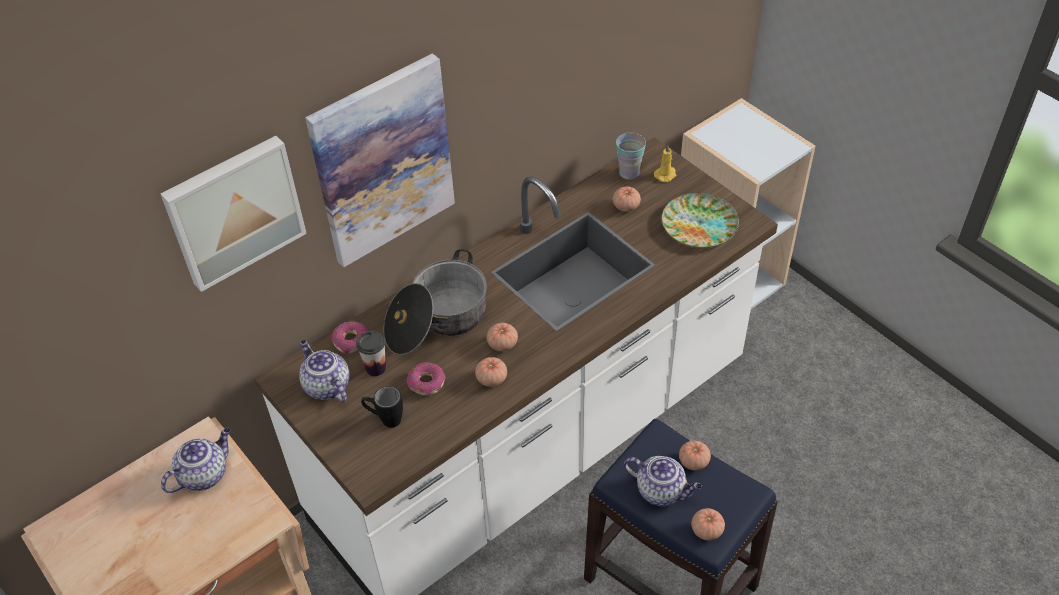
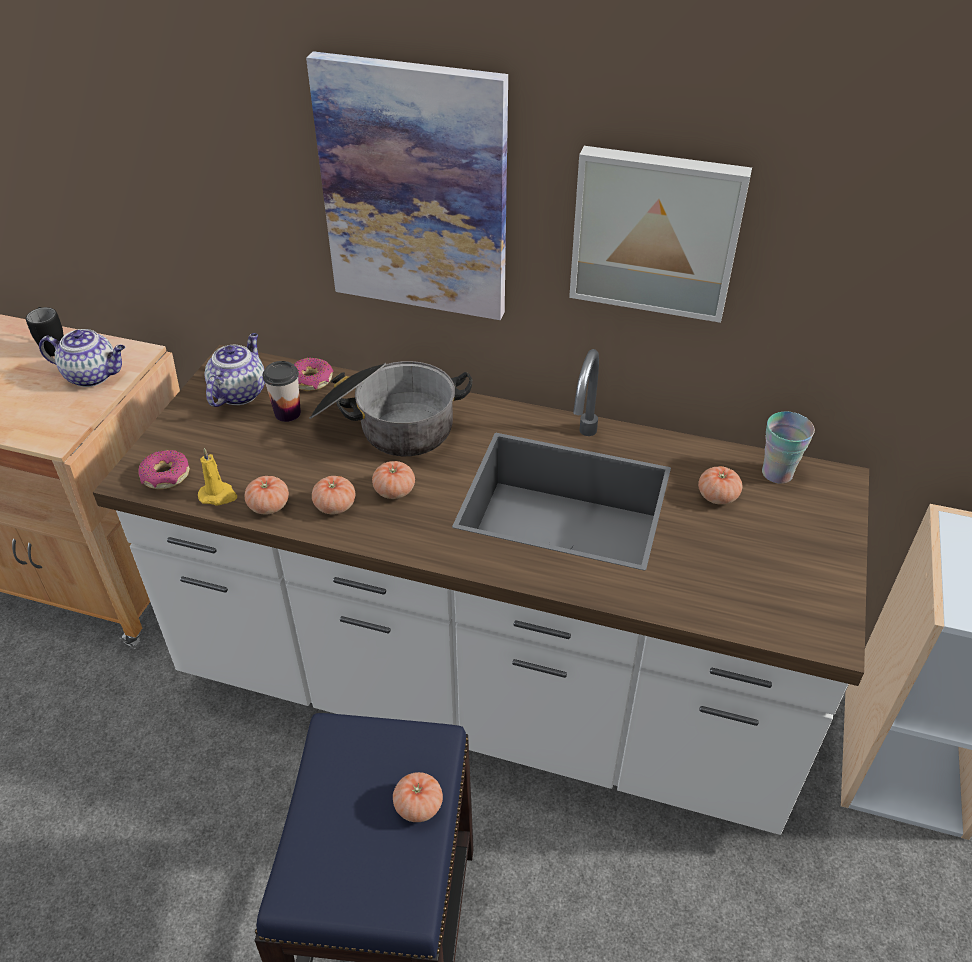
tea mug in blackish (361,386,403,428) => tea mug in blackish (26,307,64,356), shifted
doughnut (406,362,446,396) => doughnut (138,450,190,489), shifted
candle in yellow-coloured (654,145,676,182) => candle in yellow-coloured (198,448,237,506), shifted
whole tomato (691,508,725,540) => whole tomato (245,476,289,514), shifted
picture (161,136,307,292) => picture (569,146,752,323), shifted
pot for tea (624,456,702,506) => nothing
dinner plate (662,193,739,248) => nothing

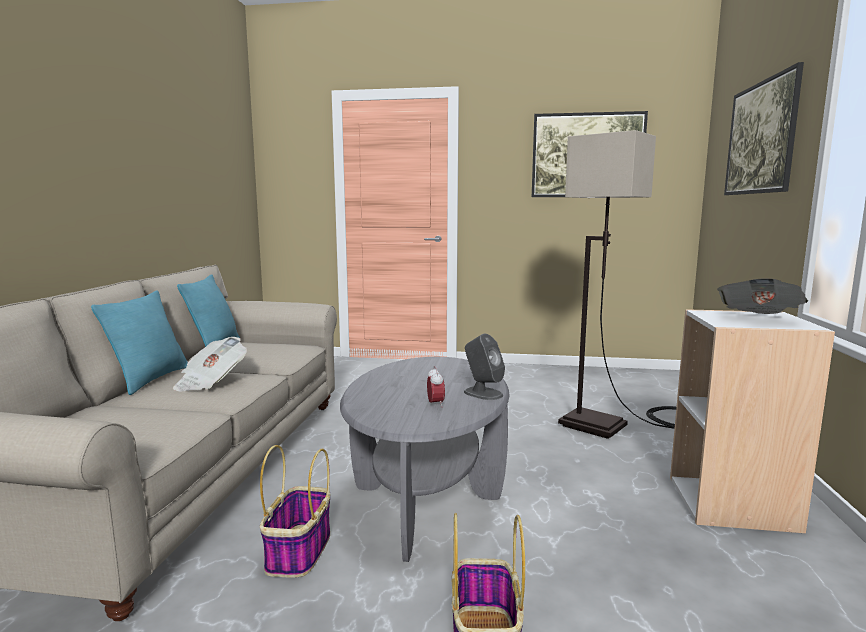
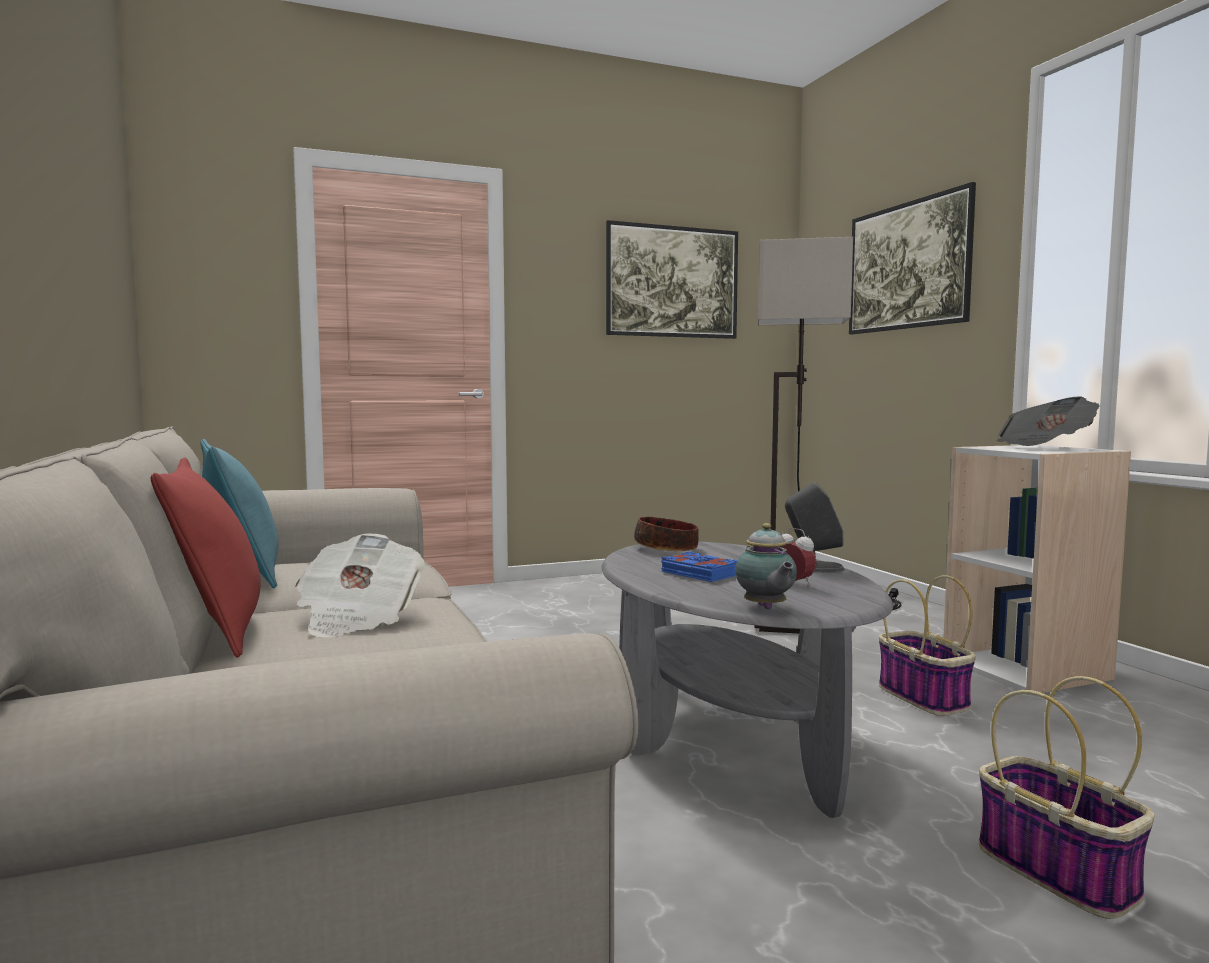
throw pillow in turquoise (91,290,188,395) => throw pillow in reddish (151,457,261,658)
nothing => deep dish (634,517,699,551)
nothing => book in blue (661,551,738,582)
nothing => pot for tea (735,523,797,609)
basket (260,445,330,578) => basket (879,575,976,716), shifted

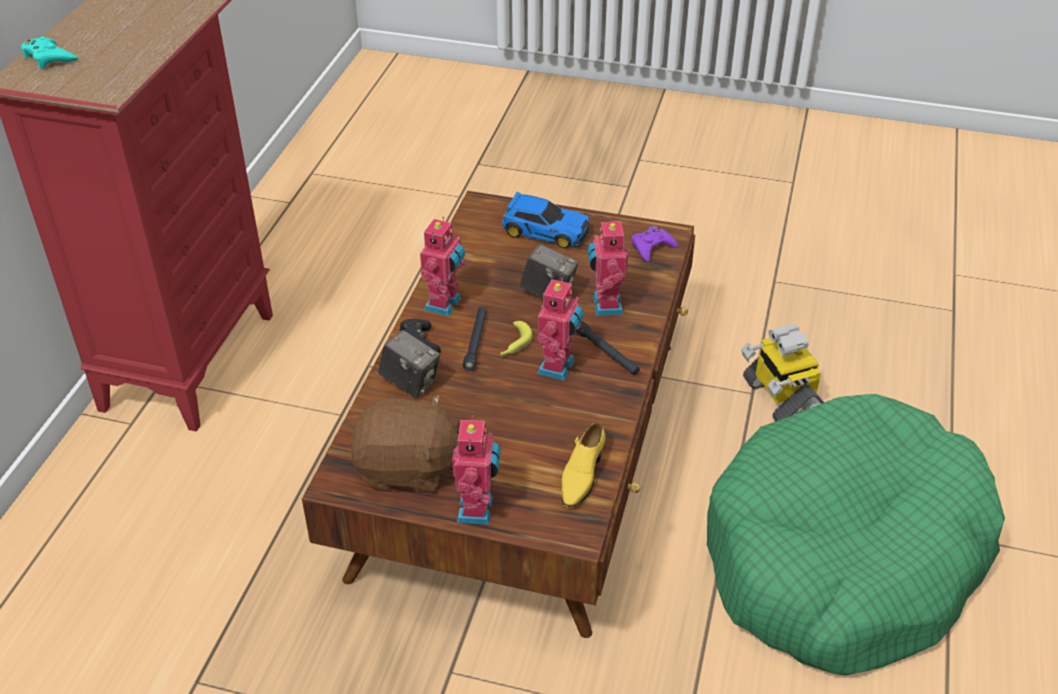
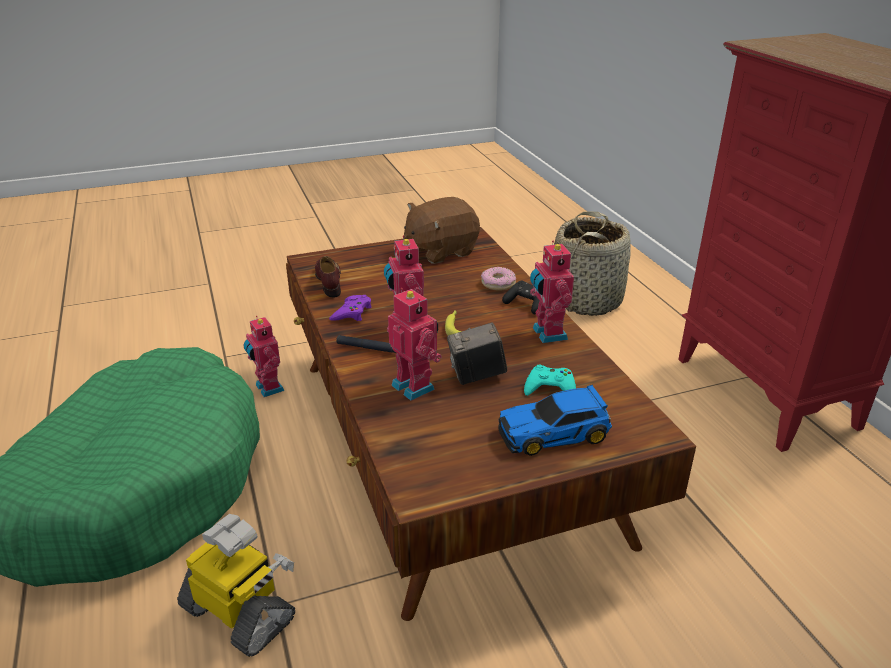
toy robot (452,416,500,525) => toy robot (244,316,285,397), shifted
item of footwear in yellow-coloured (562,422,605,507) => item of footwear in brown (315,256,341,298)
gamepad in purple (632,226,678,262) => gamepad in purple (329,295,372,321), shifted
still camera (378,330,440,398) => doughnut (481,267,516,291)
gamepad in turquoise (21,37,78,69) => gamepad in turquoise (524,364,576,396), shifted
nothing => basket (554,211,631,316)
flashlight in blackish (463,307,487,371) => nothing

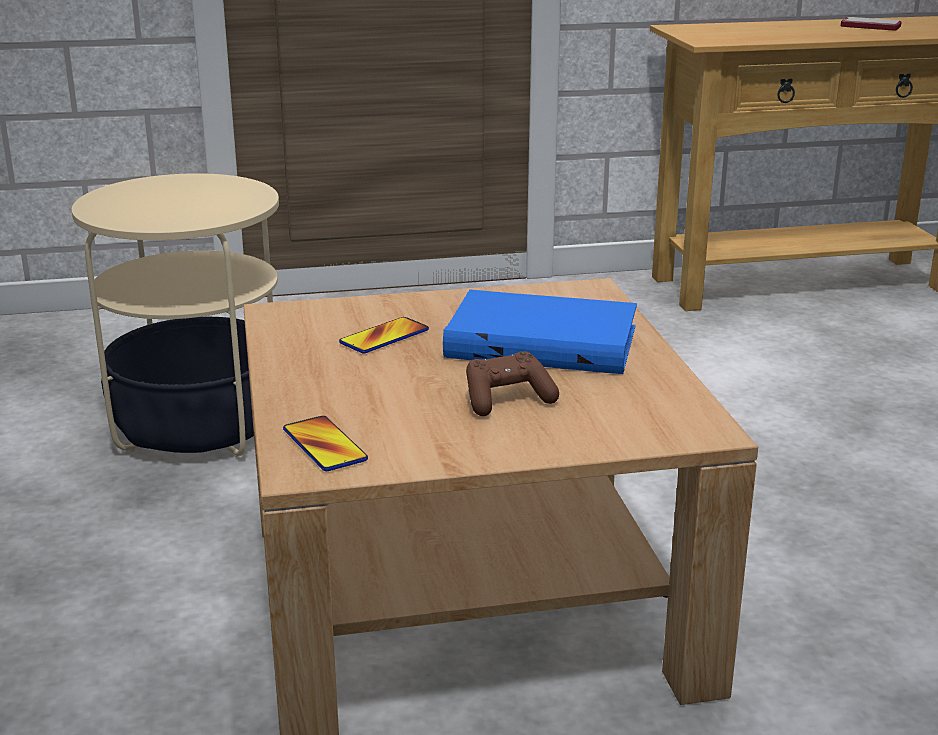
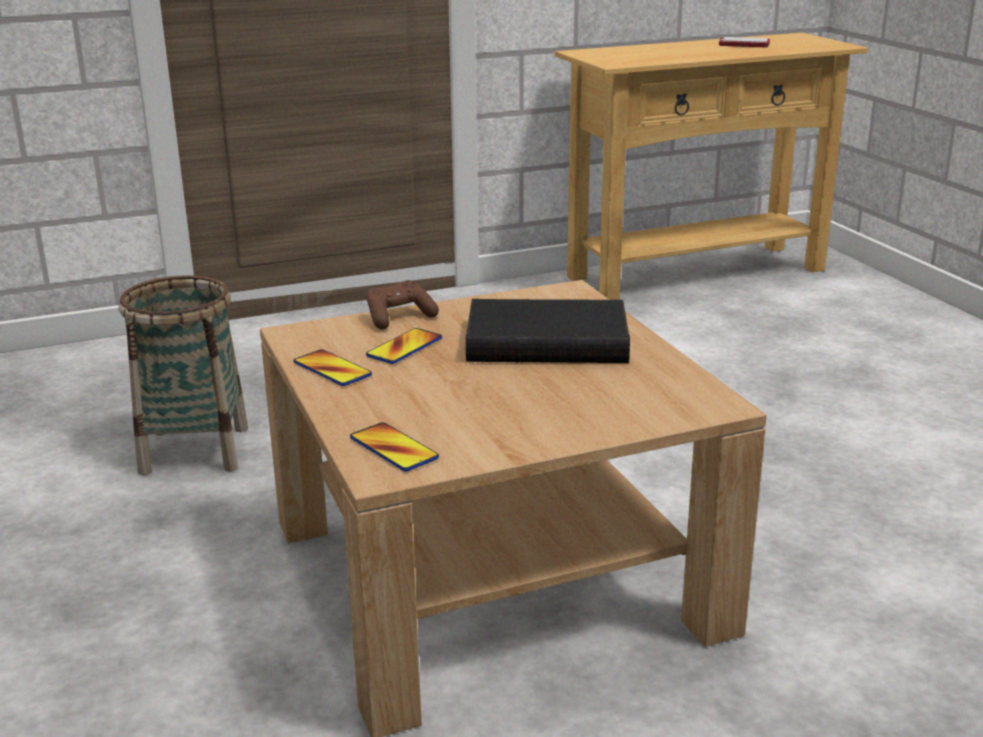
end table in beige-coloured (71,173,279,457) => basket (119,275,248,475)
nothing => phone (293,349,372,386)
gamepad in brown (466,351,559,416) => gamepad in brown (366,280,439,330), shifted
book in blue (443,290,637,374) => book in blackish (466,299,630,363)

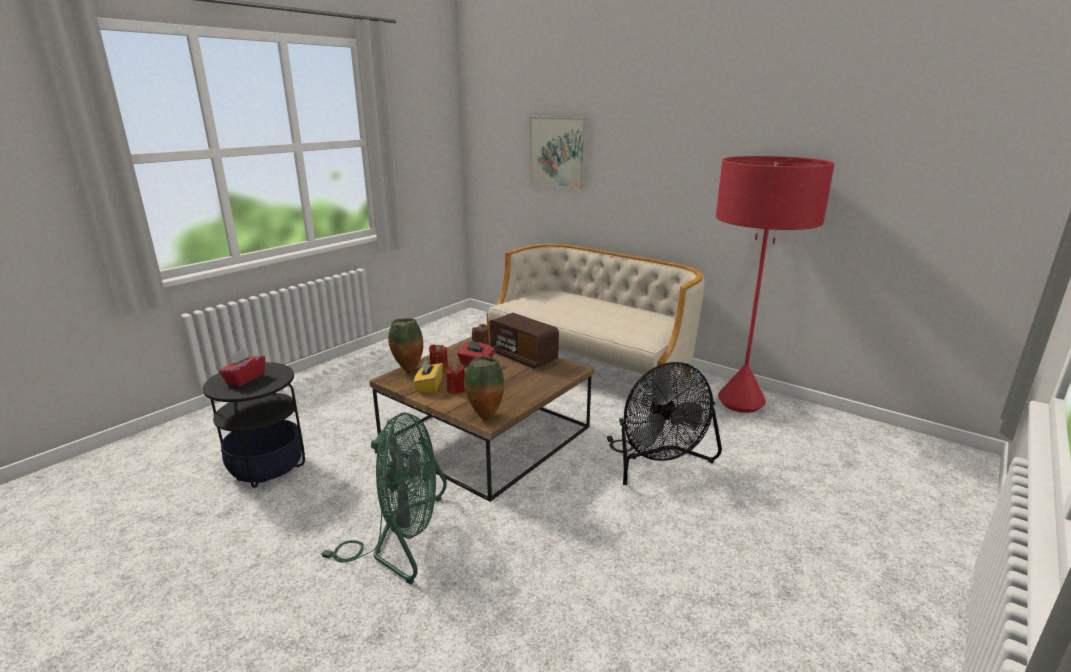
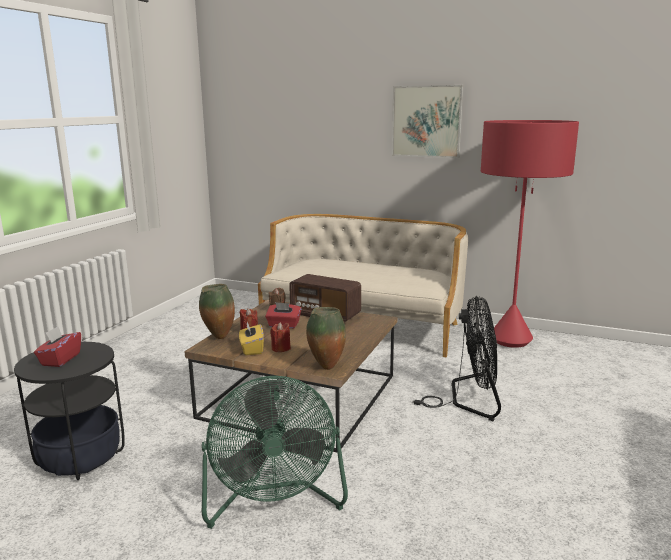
fan in green (322,412,447,585) => fan in green (202,376,348,529), 90 degrees clockwise
picture (530,116,587,190) => picture (392,85,463,158), shifted
fan in blackish (607,362,722,485) => fan in blackish (412,296,501,422), 45 degrees counterclockwise

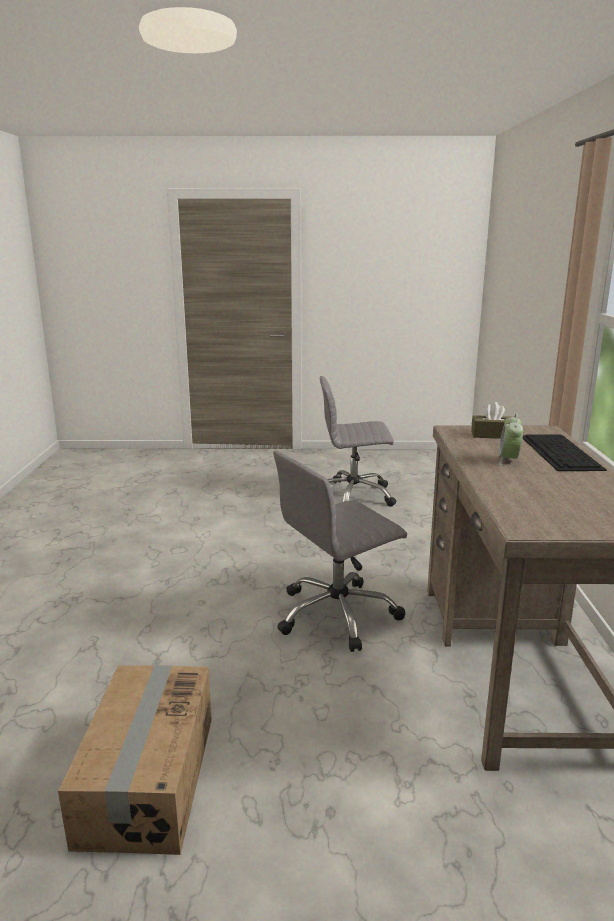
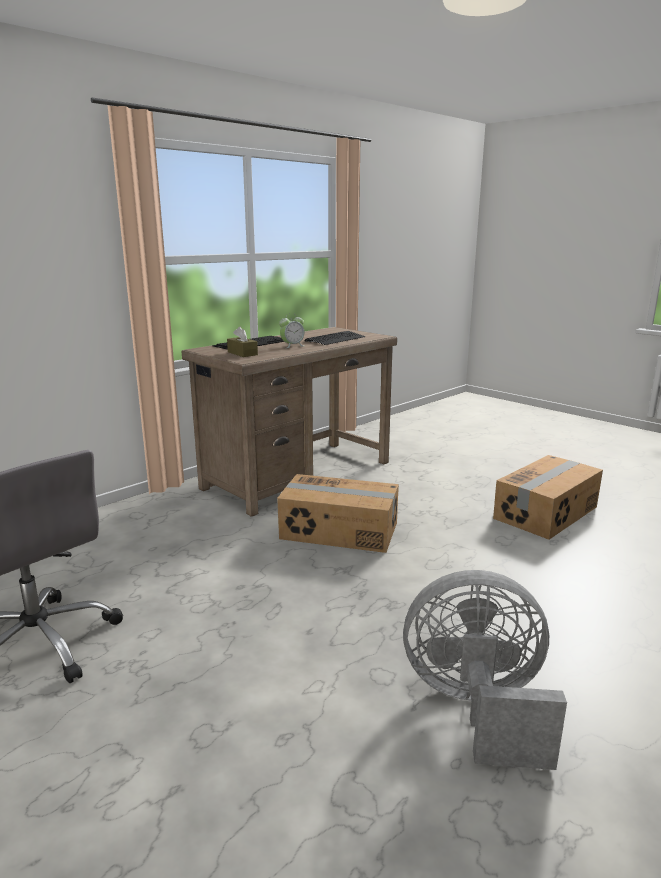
desk chair in grey (273,451,407,652) => cardboard box (277,474,399,553)
nothing => keyboard (304,331,365,345)
nothing => fan in grey (403,570,567,770)

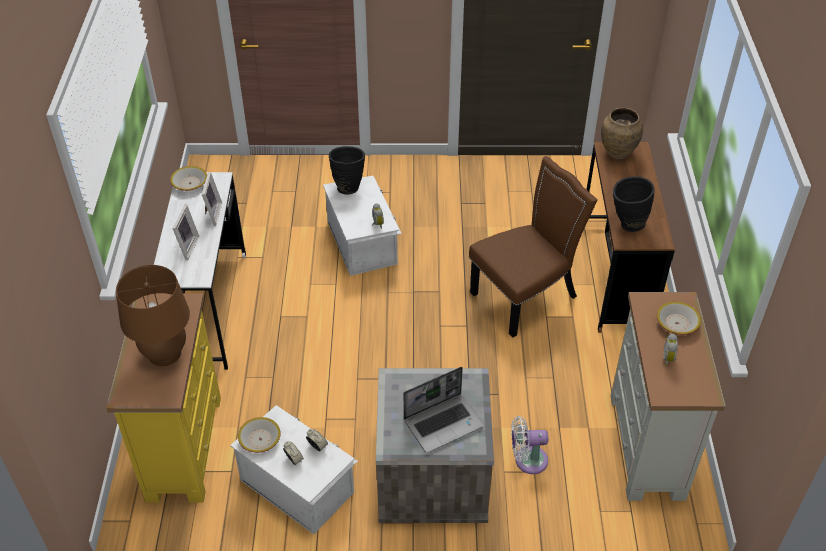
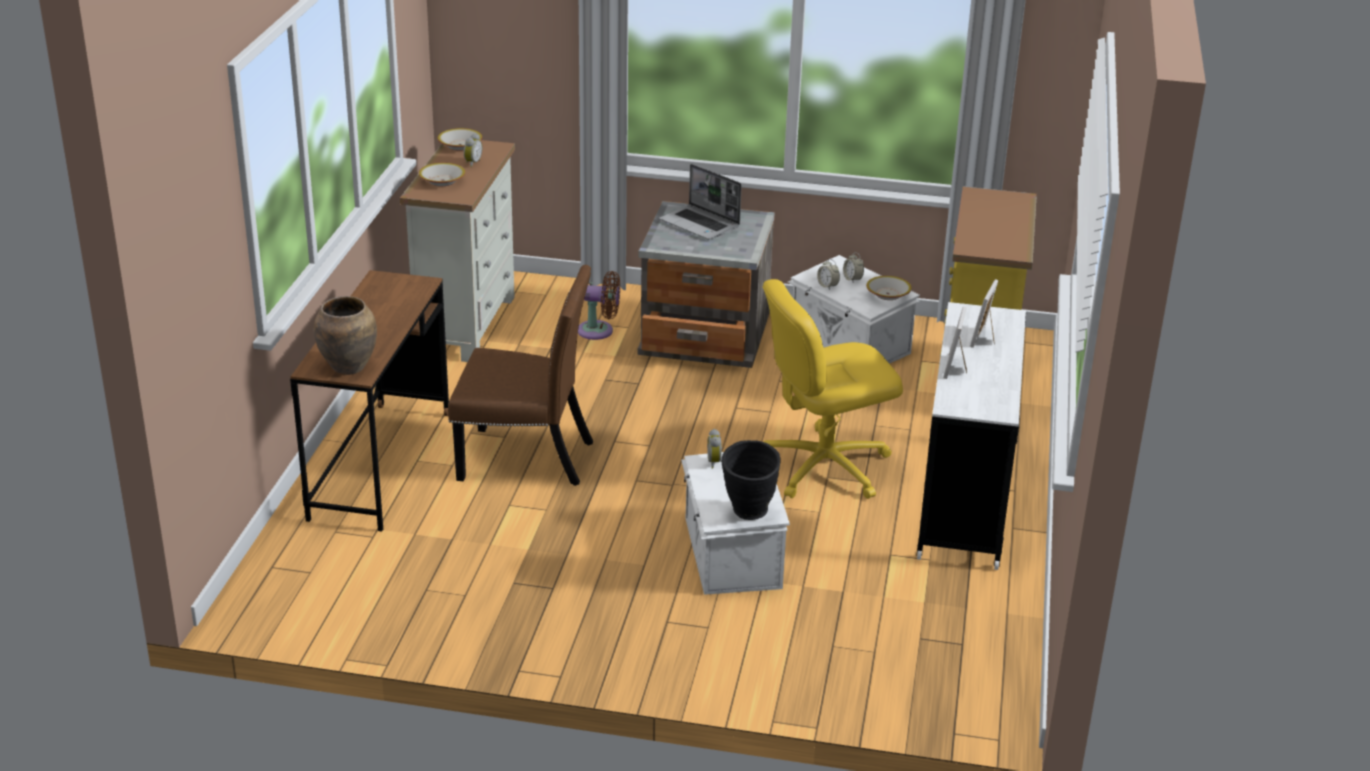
deep dish (170,166,207,191) => deep dish (438,128,482,151), shifted
chair in brown (469,156,598,338) => chair in brown (448,265,593,486), 150 degrees counterclockwise
fan in whitish (511,416,548,474) => fan in brown (578,271,620,340)
portable computer (403,367,484,453) => portable computer (659,164,742,240), 120 degrees counterclockwise
nothing => desk chair in yellow-coloured (762,279,903,499)
lamp for a table in brown (116,265,190,366) => nothing
decorative vase in blackish (613,176,655,232) => nothing

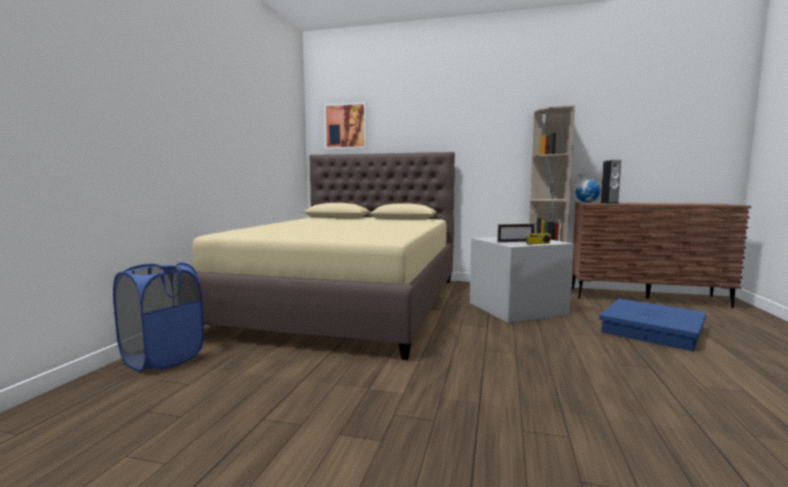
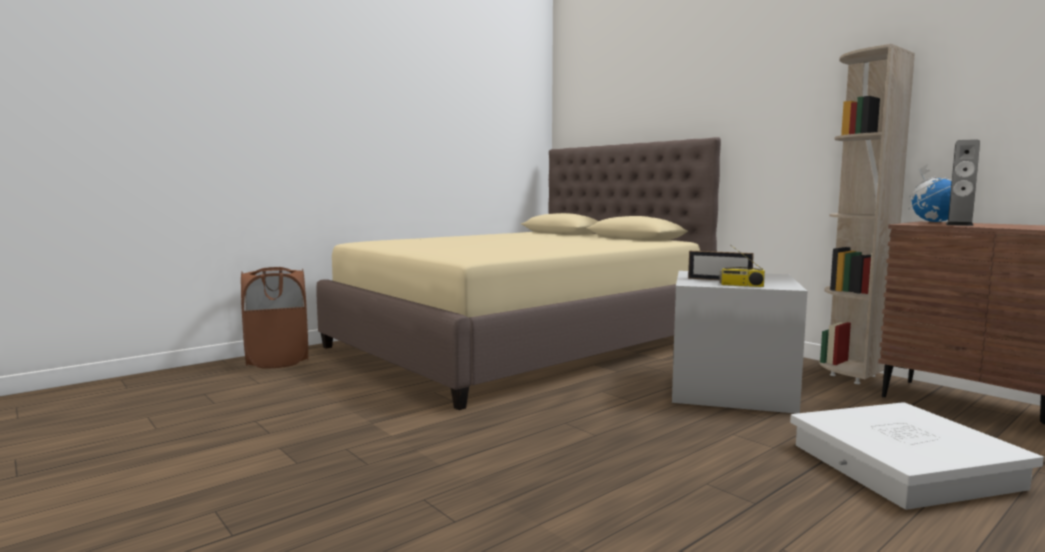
hamper in blue (113,263,204,372) => hamper in brown (241,267,308,369)
storage container in blue (599,299,706,351) => storage container in whitish (790,402,1044,510)
picture (324,102,367,150) => nothing

